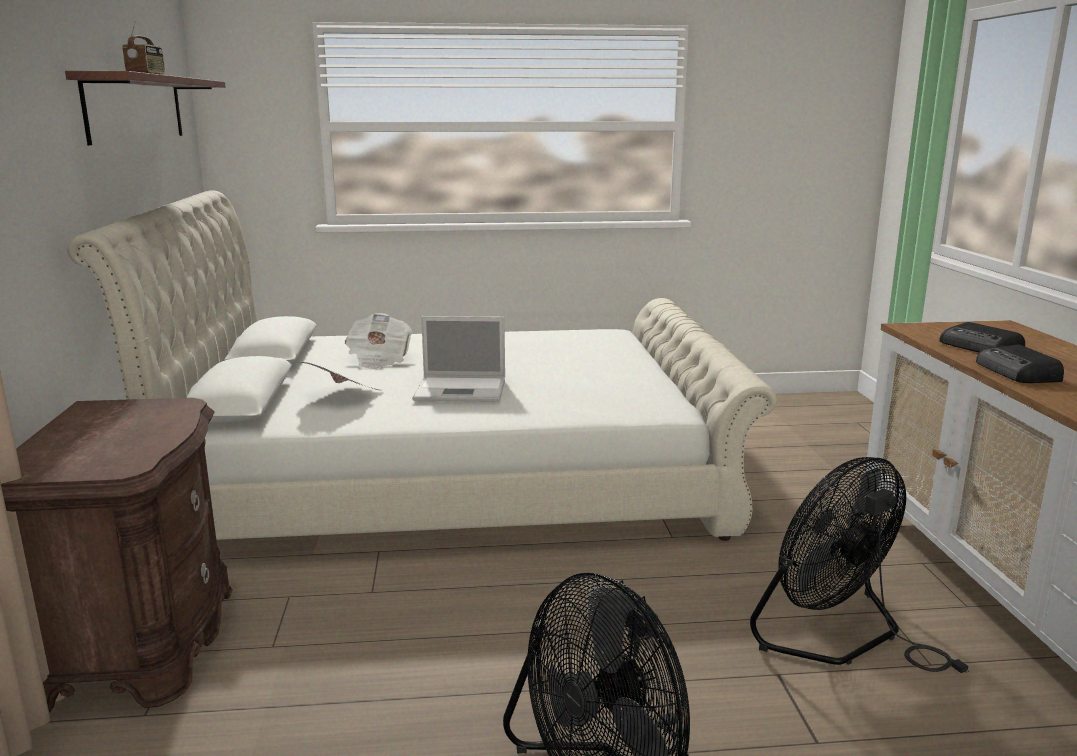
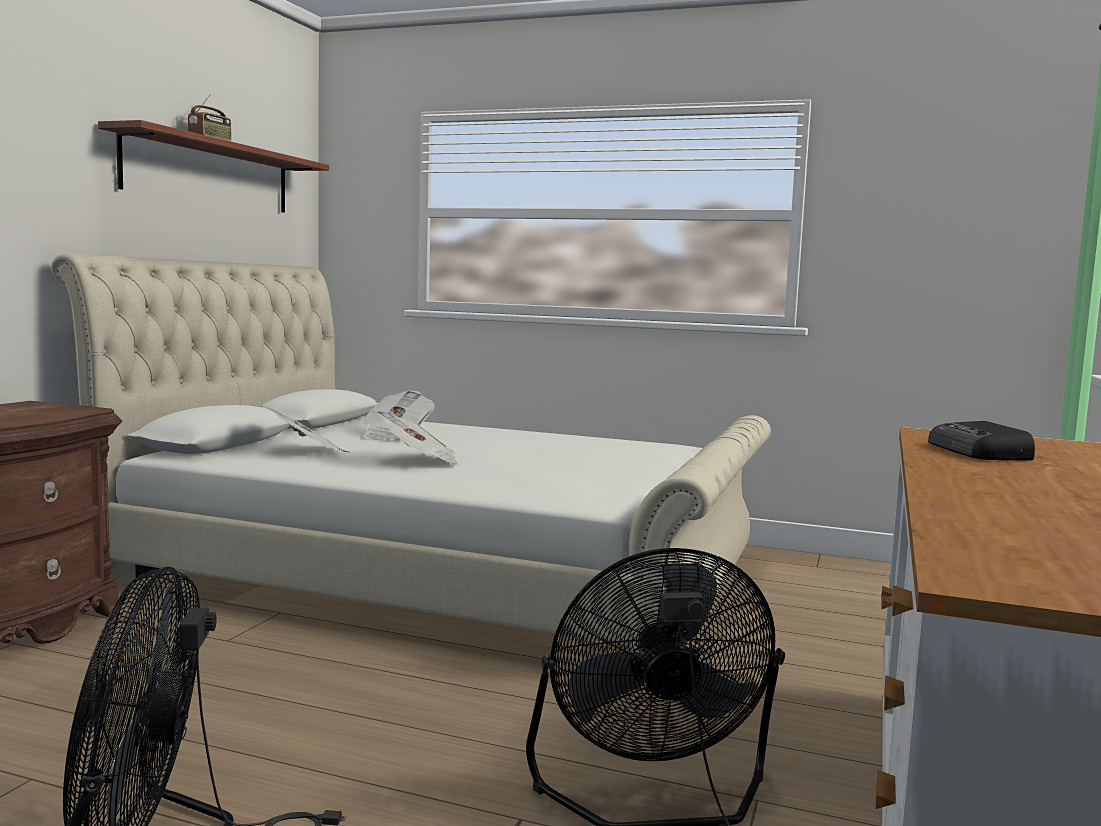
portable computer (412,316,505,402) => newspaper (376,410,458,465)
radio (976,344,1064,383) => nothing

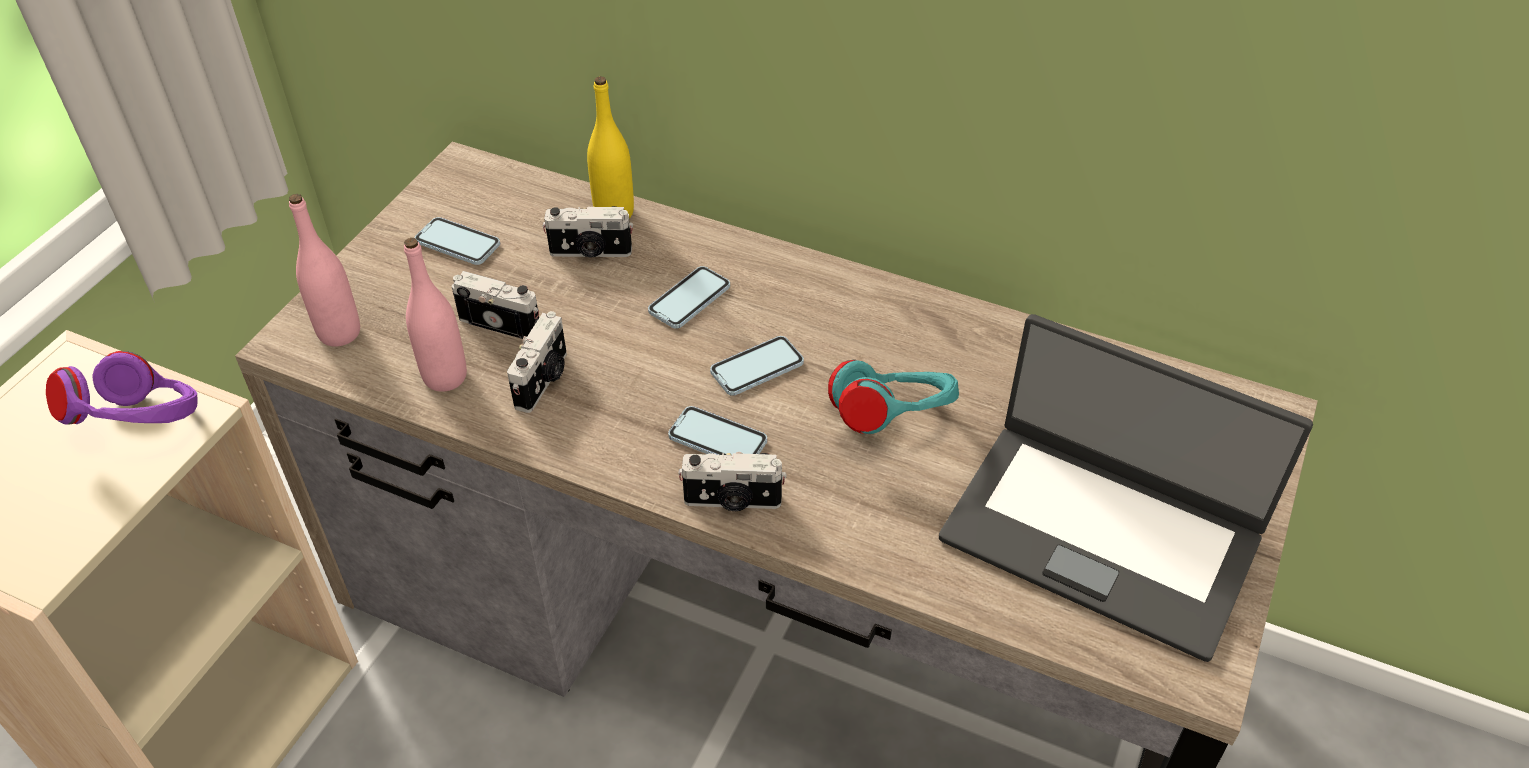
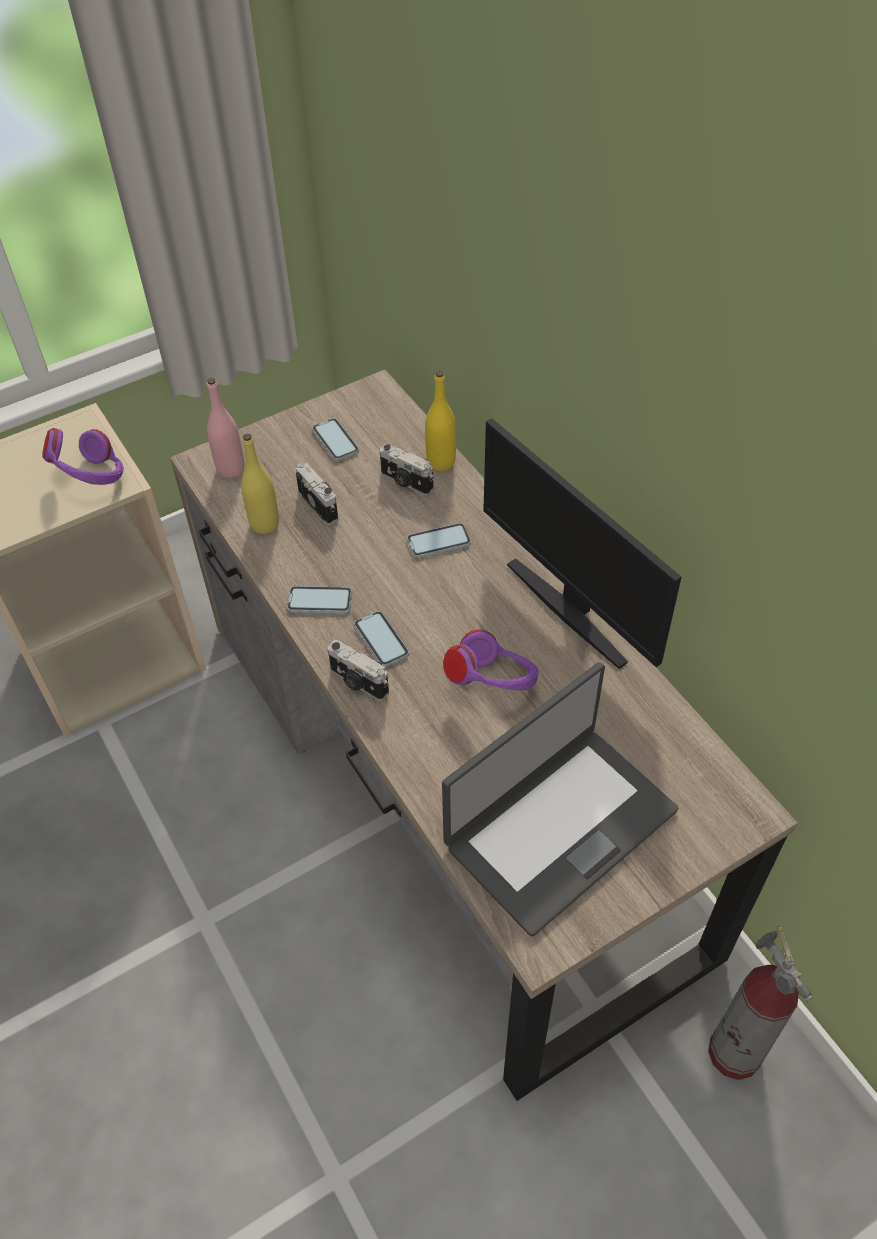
drink bottle in pink-coloured (404,238,467,392) => drink bottle in yellow-coloured (241,434,279,534)
phone (710,336,804,396) => phone (287,586,352,613), shifted
portable computer (939,314,1313,662) => portable computer (442,662,679,937), 105 degrees counterclockwise
pair of headphones in turquoise (828,360,959,434) => pair of headphones in purple (443,630,539,691)
nothing => monitor (483,418,681,669)
nothing => extinguisher (708,926,813,1080)
still camera (507,311,567,413) => nothing

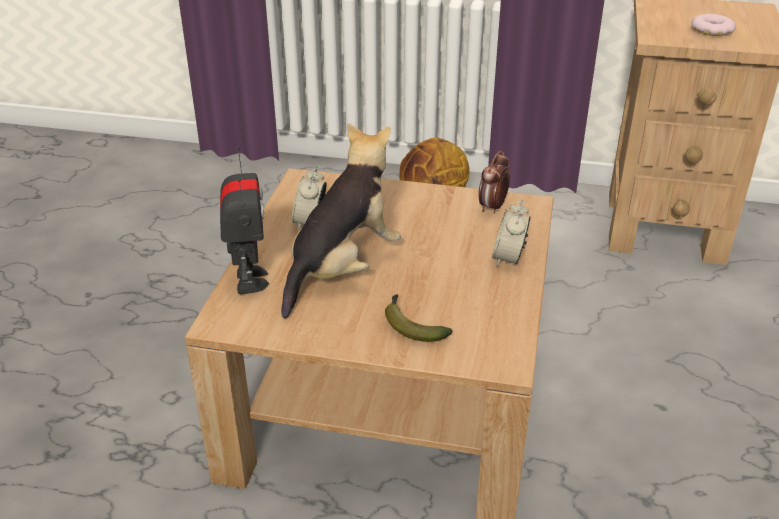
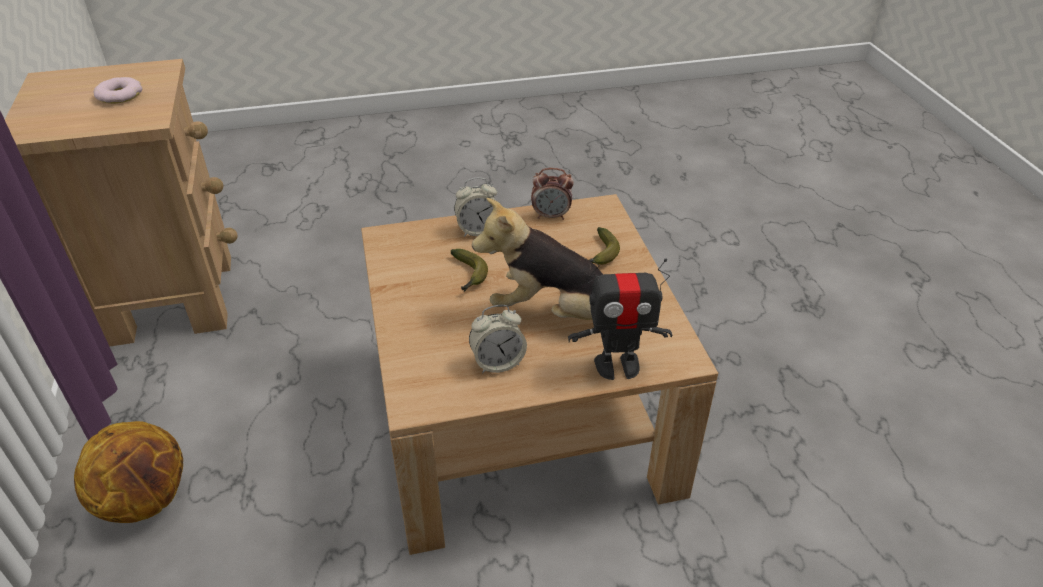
nothing => banana (451,249,488,292)
table clock (478,151,510,213) => table clock (531,168,574,220), shifted
toy robot (220,147,269,294) => toy robot (568,258,672,380), 150 degrees counterclockwise

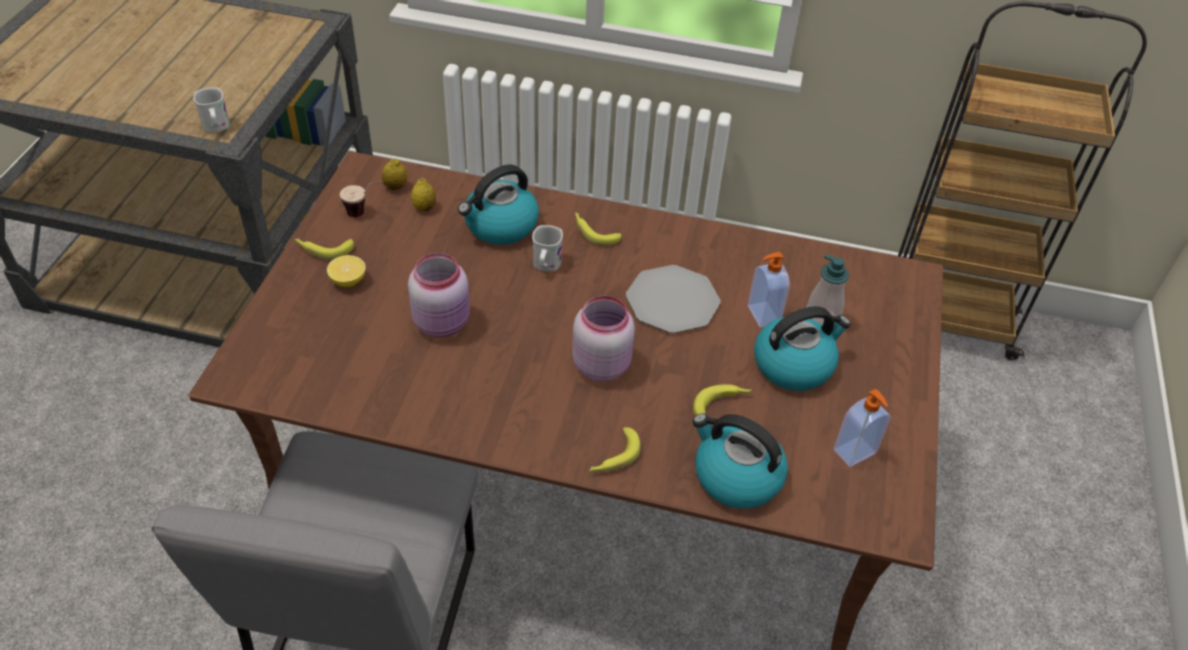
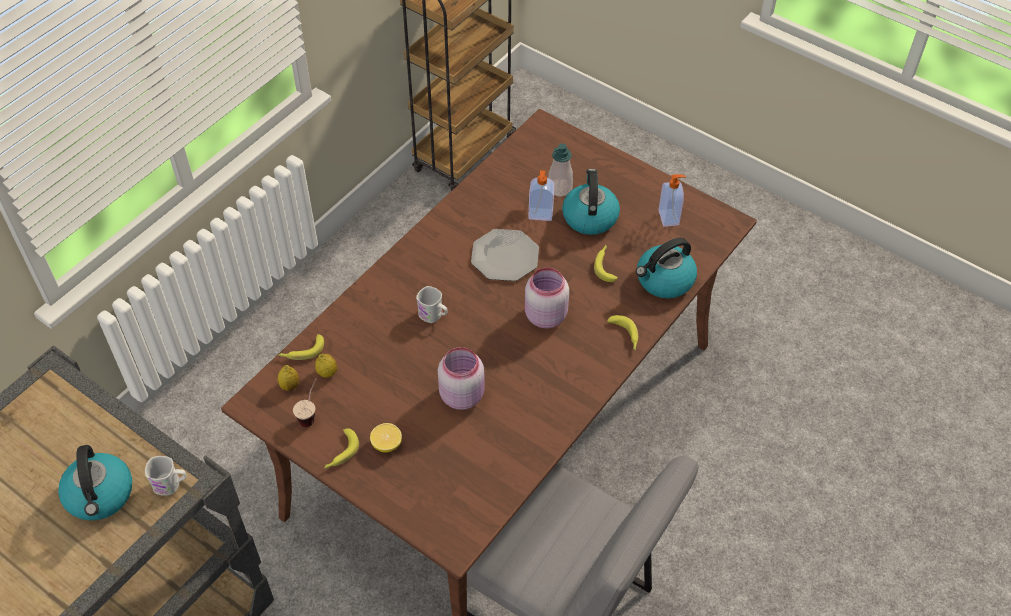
kettle (458,165,539,245) => kettle (58,445,132,520), shifted
banana (574,212,621,246) => banana (278,334,324,360), shifted

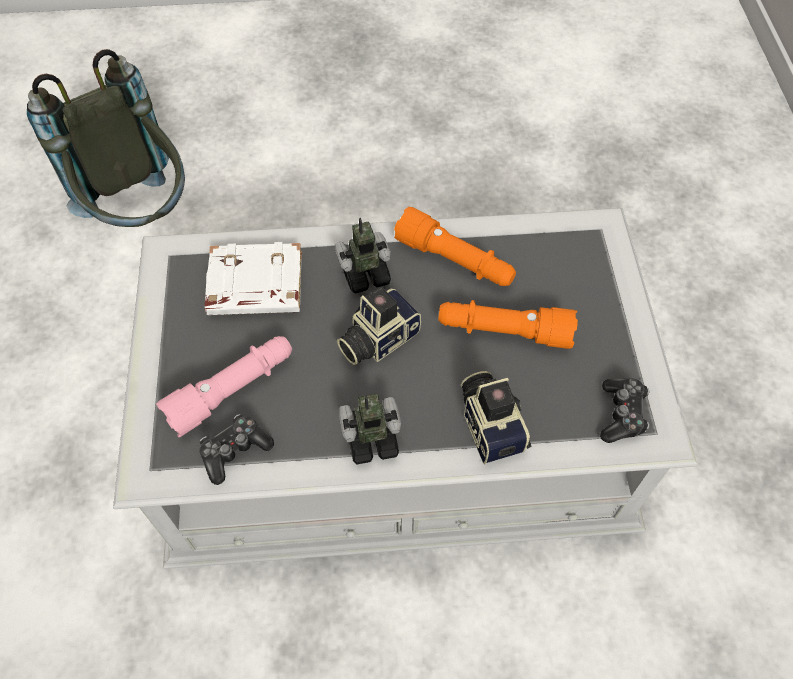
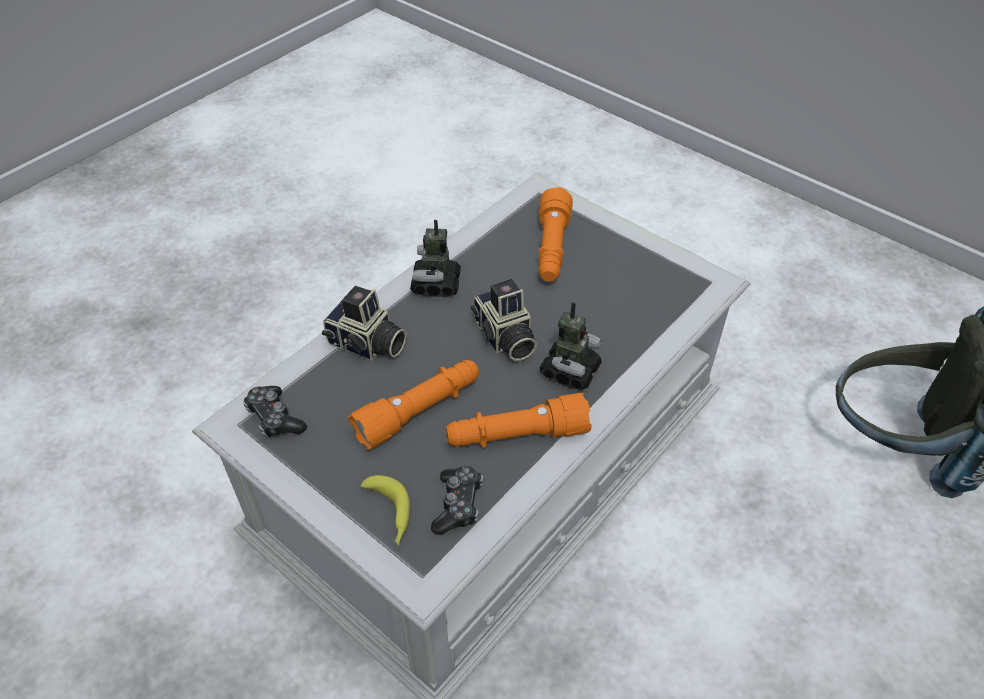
nothing => banana (361,475,411,546)
toy robot (339,394,401,464) => toy robot (410,220,461,297), 150 degrees clockwise
gamepad (200,414,274,485) => gamepad (431,466,483,535), shifted
still camera (337,287,421,365) => still camera (471,279,537,361), 150 degrees clockwise
flashlight in pink-coloured (156,336,292,437) => flashlight in orange-coloured (538,187,573,282)
book in whitish (205,242,302,315) => nothing

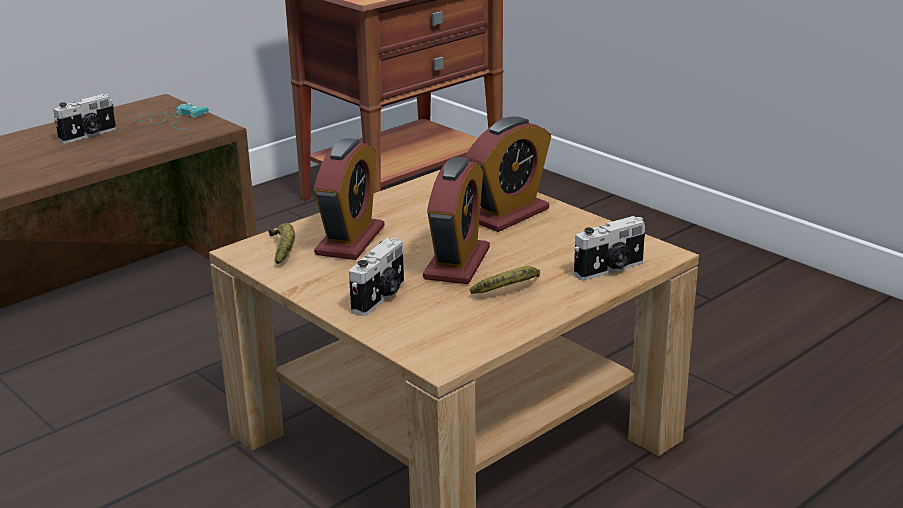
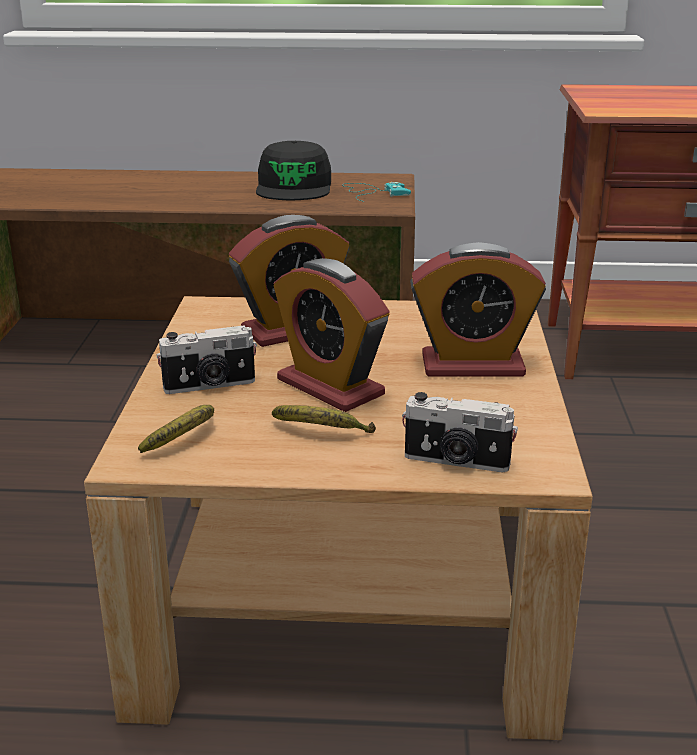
banana (269,223,295,265) => banana (138,405,214,453), shifted
still camera (53,94,116,144) => baseball cap in blackish (256,141,331,200)
table clock (423,157,490,284) => table clock (273,258,390,412), 75 degrees clockwise

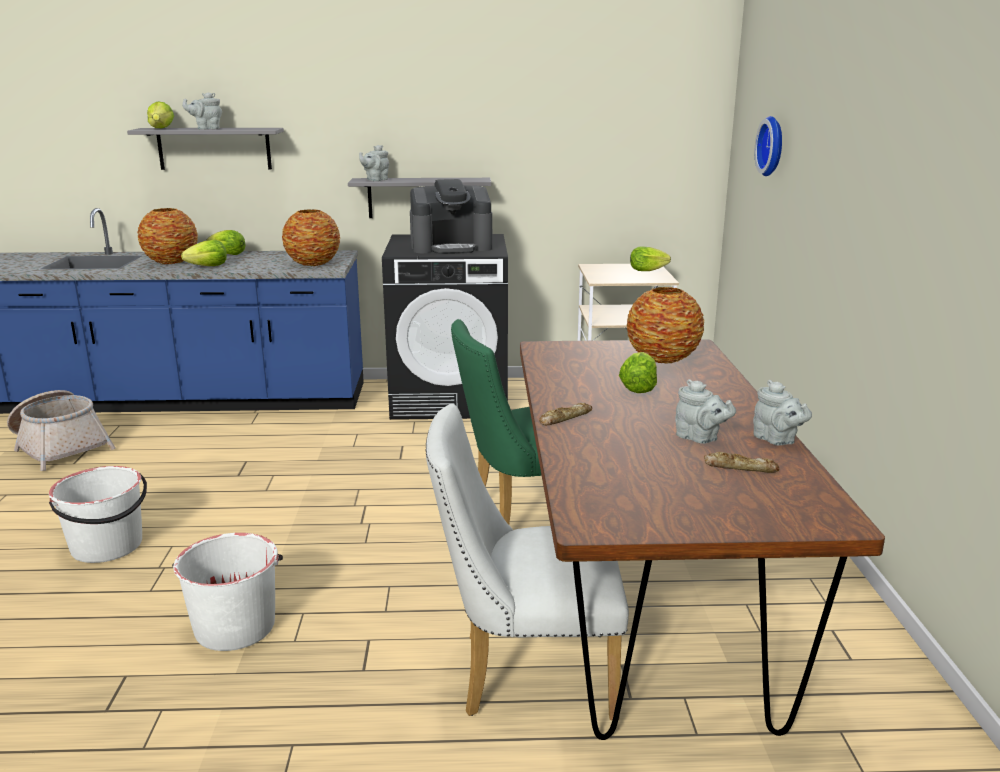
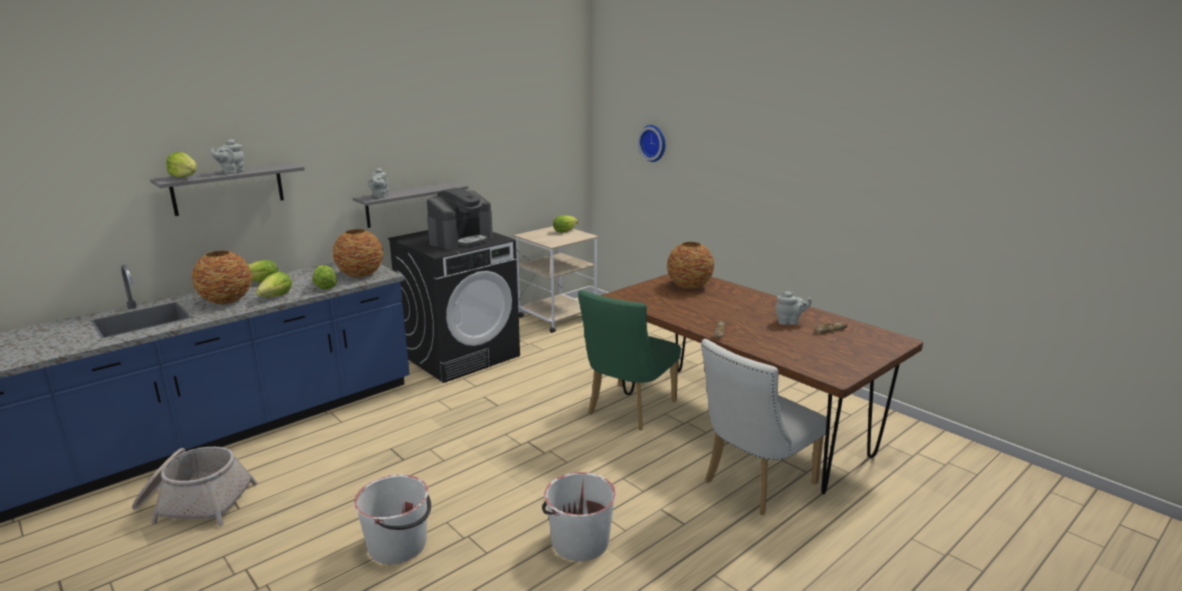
lettuce (619,352,657,393) => lettuce (313,265,337,290), shifted
pot for tea in grey (753,380,812,445) => nothing

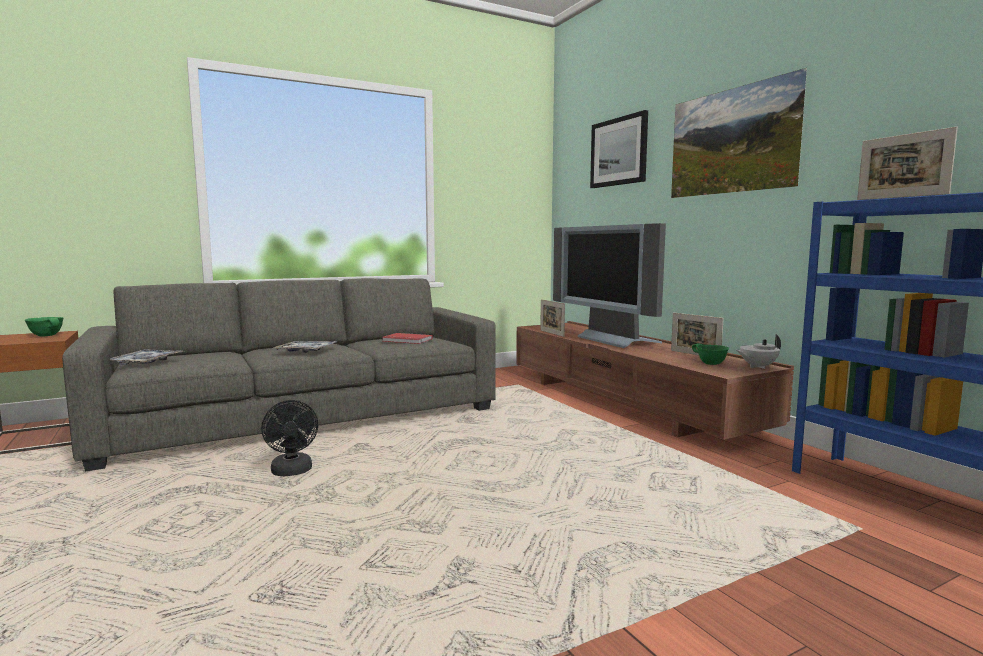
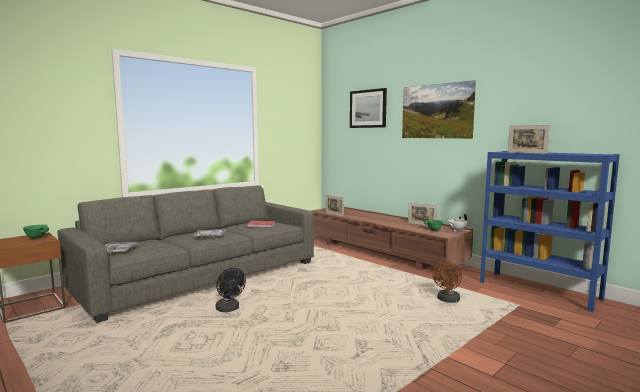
nothing => fan in brown (432,261,462,303)
television (553,223,666,348) => nothing

